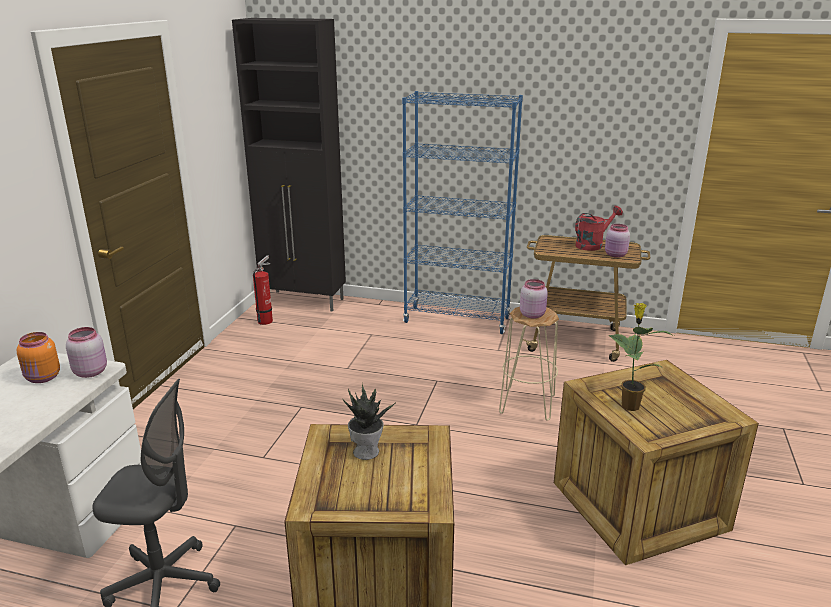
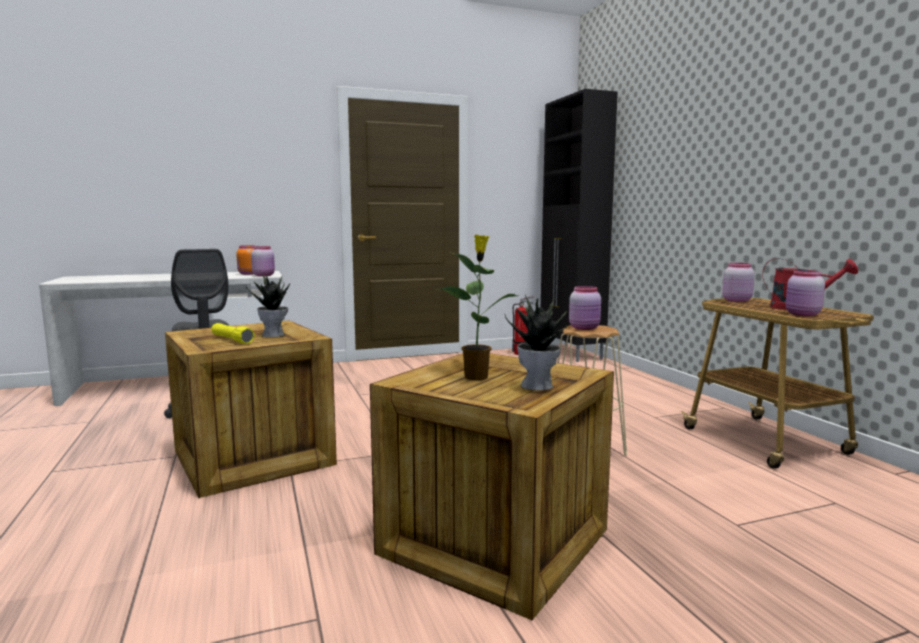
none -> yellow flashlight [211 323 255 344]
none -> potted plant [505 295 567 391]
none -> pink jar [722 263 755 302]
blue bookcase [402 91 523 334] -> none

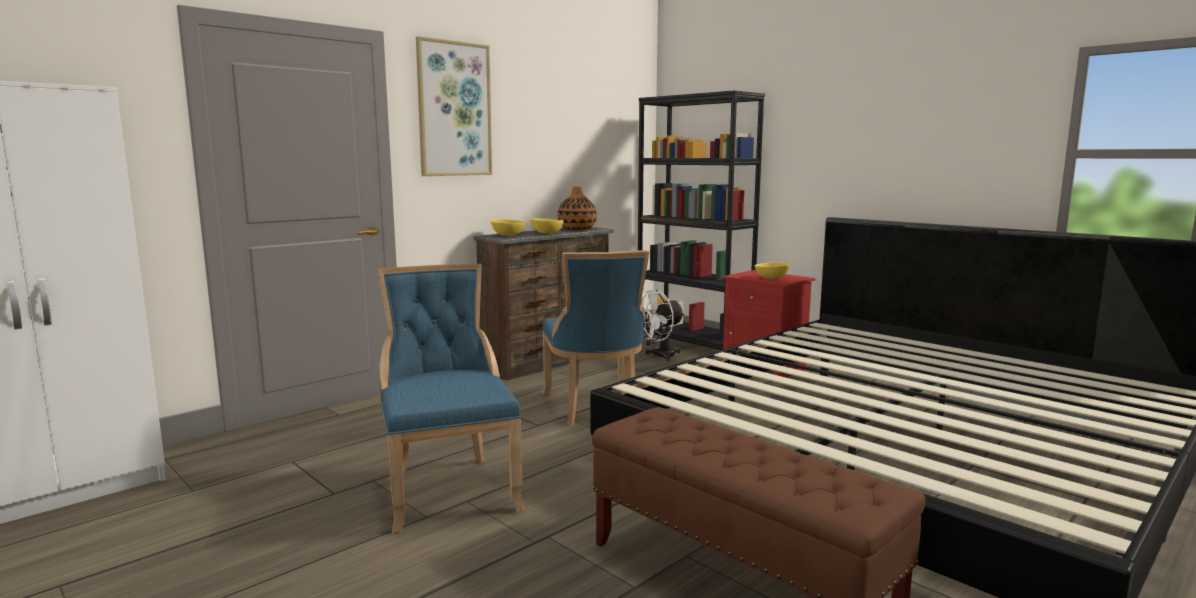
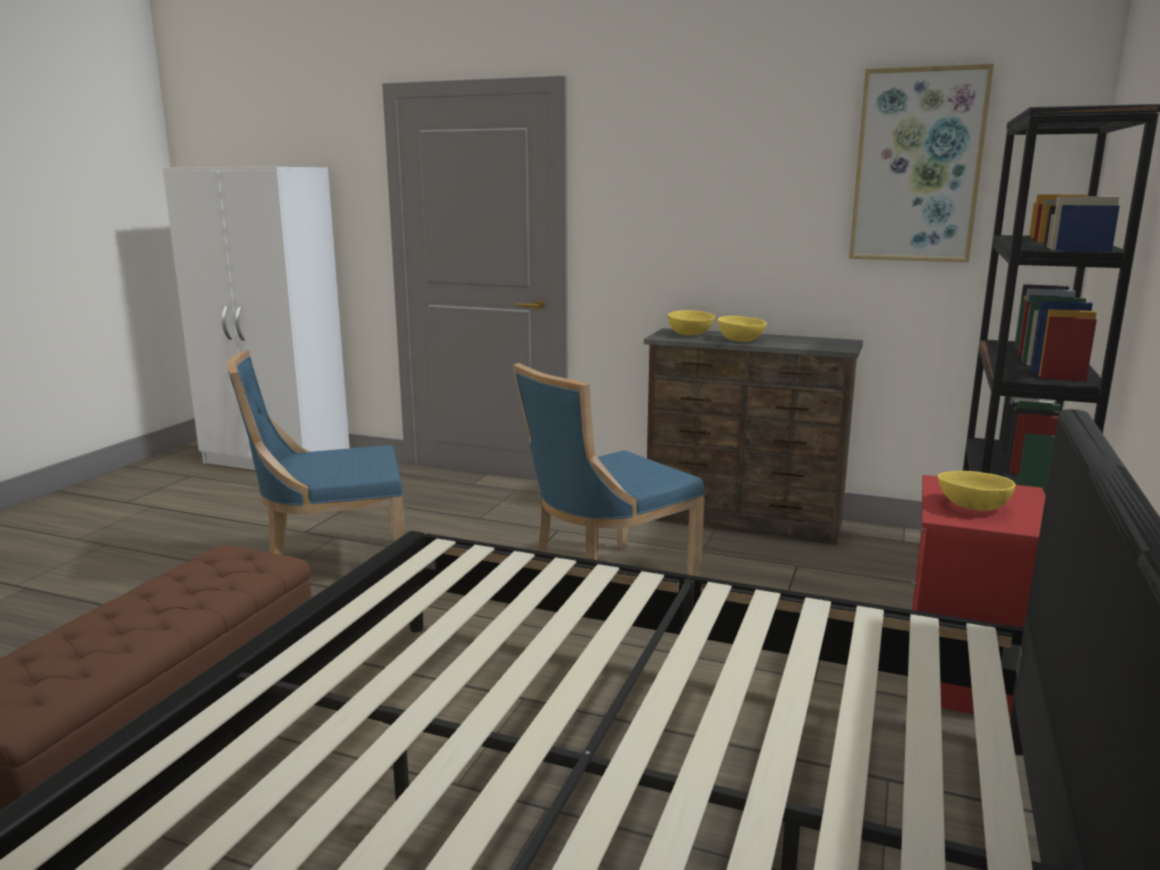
blue chair [378 264 525 533] -> blue chair [227 350 405 555], 150 degrees counterclockwise
picture [416 36 492 176] -> picture [849 63 994 262], moved
vase [558 186 597 230] -> none
white fan [641 290 685 361] -> none

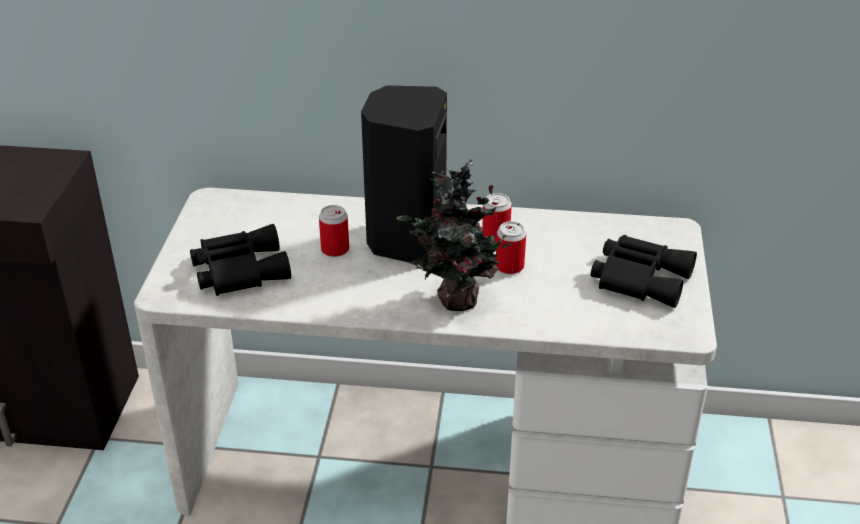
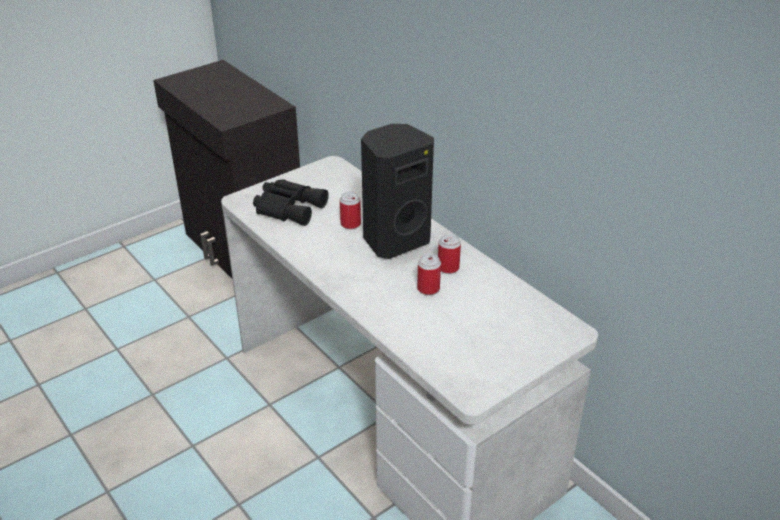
potted plant [396 159 519 311] -> none
black binoculars [591 235 697 308] -> none

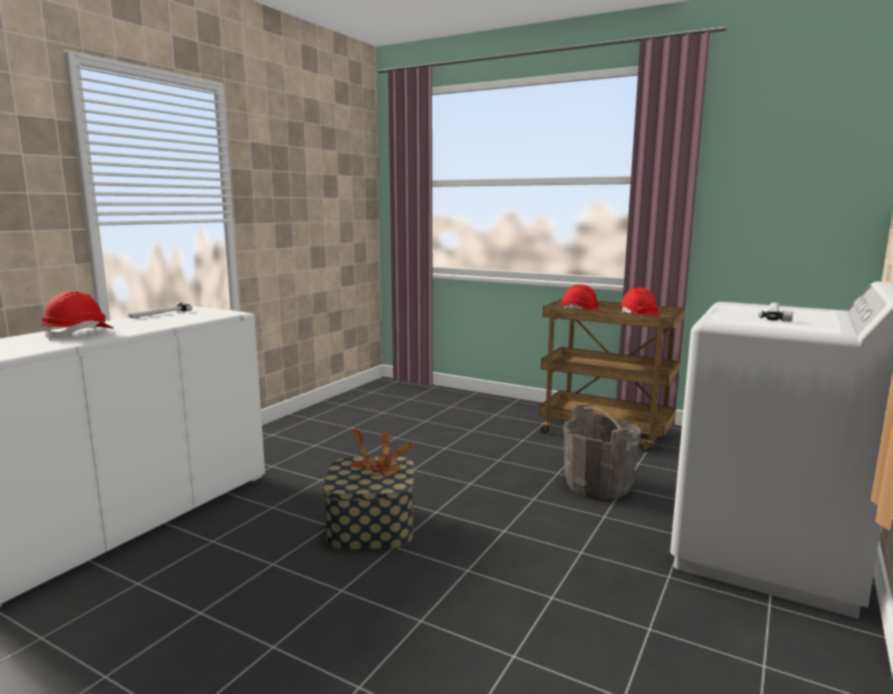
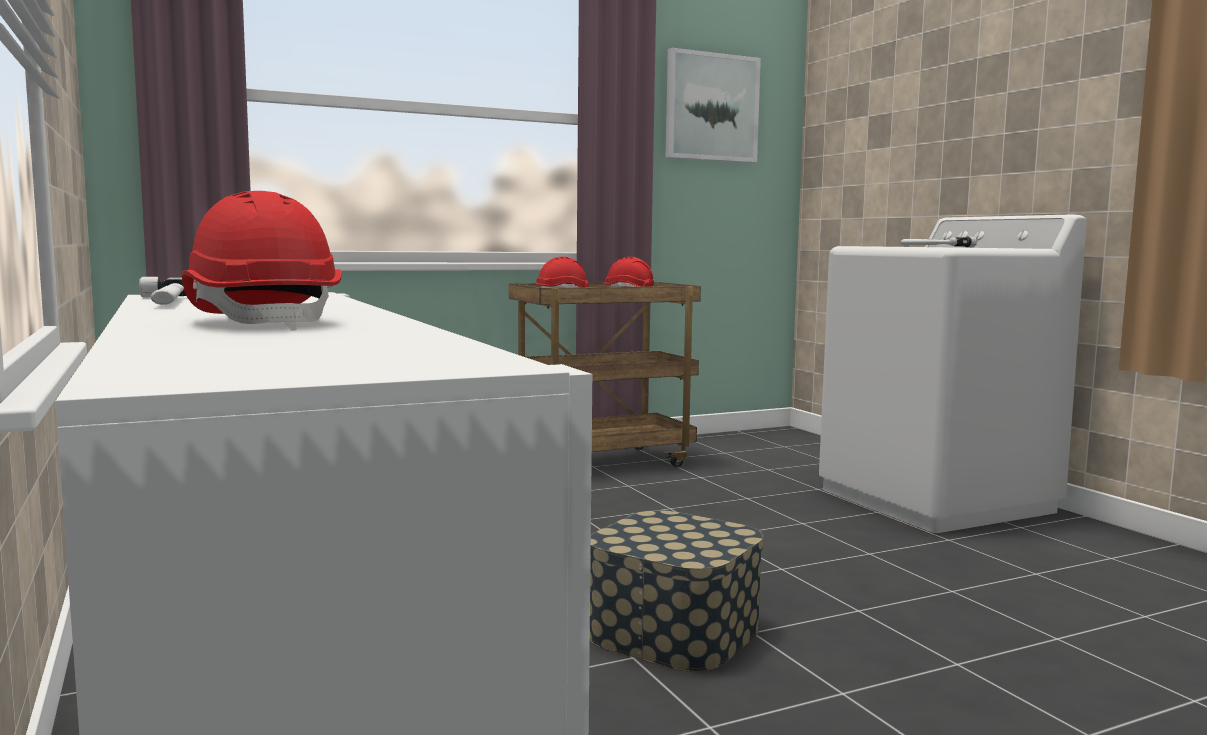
none -> picture [665 48 761 163]
potted plant [350 429 416 477] -> none
grey bucket [563 405 641 499] -> none

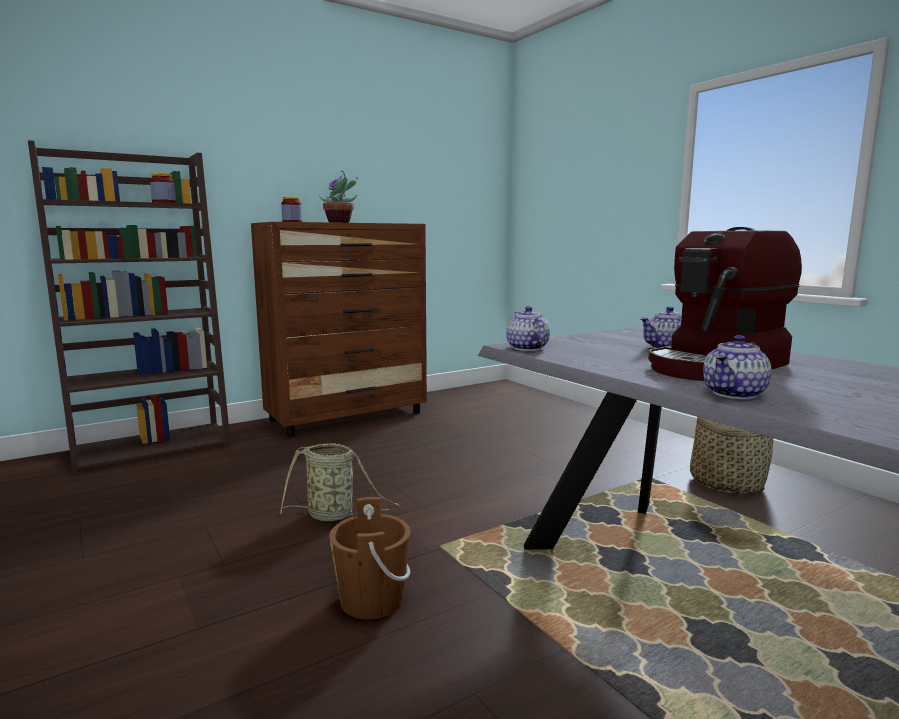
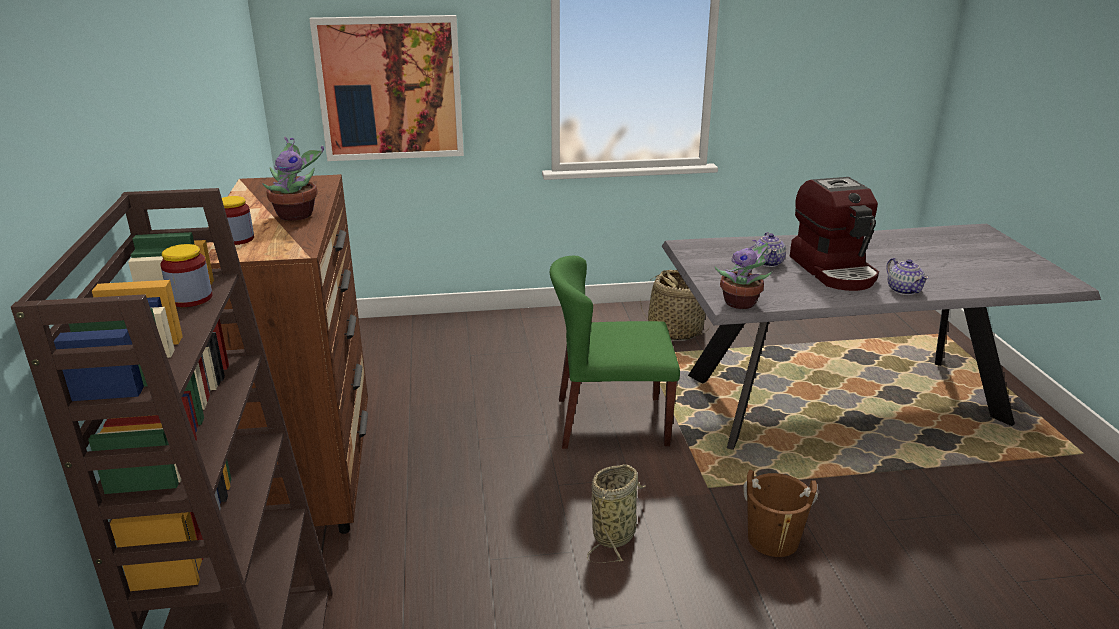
none -> picture [309 15 464 161]
none -> green chair [550 255 680 449]
teapot [506 306 550 351] -> potted plant [714 237 772 309]

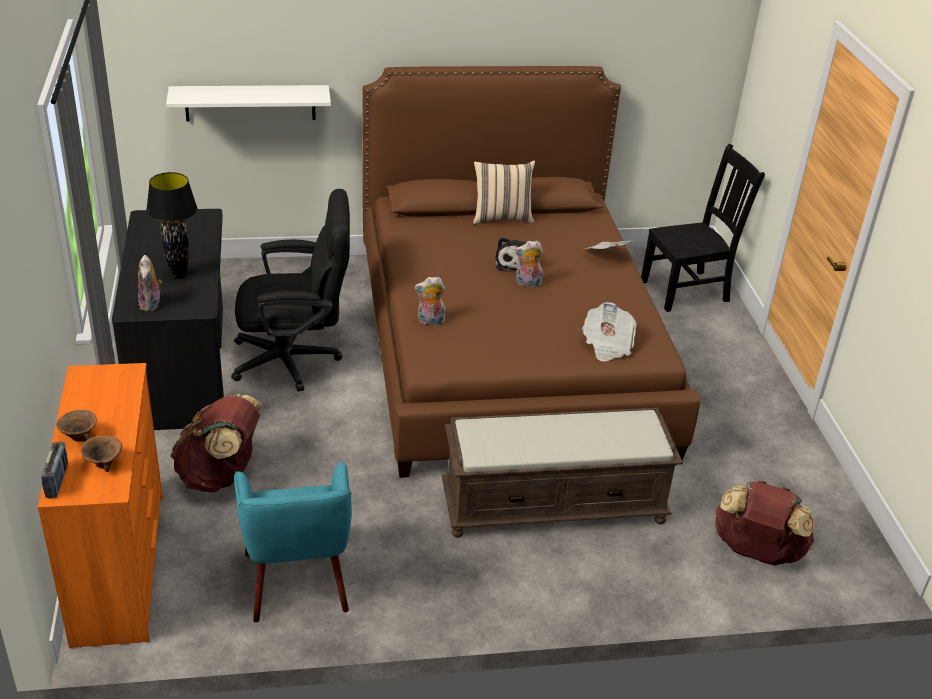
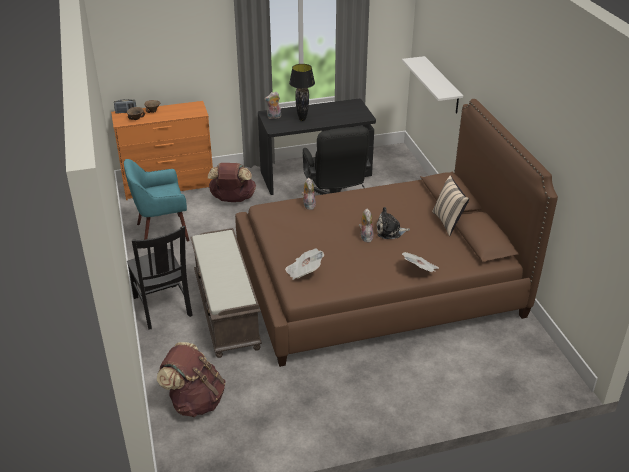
black chair [641 144 765 312] -> black chair [127 226 193 330], moved

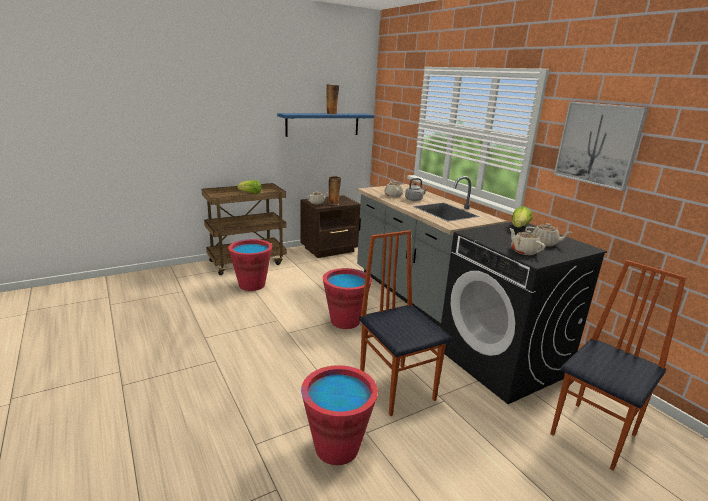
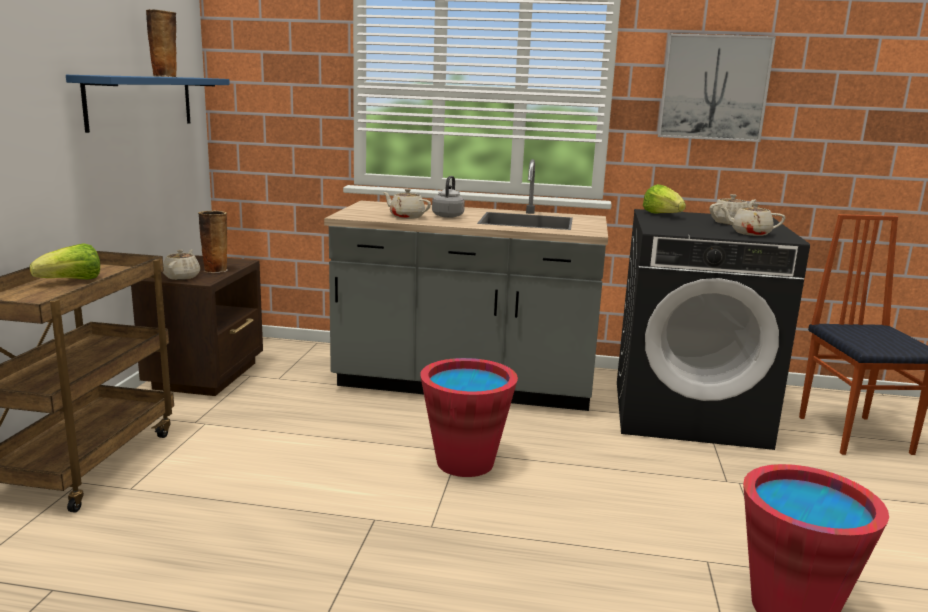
red bucket [228 239 272 291] -> none
chair [359 230 452 416] -> none

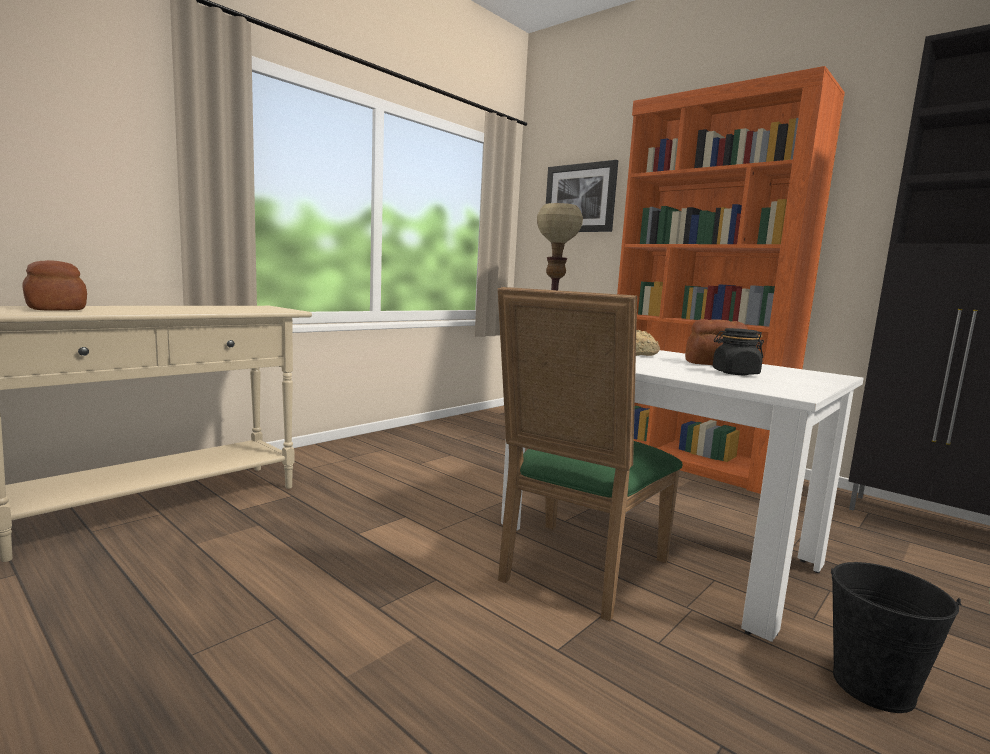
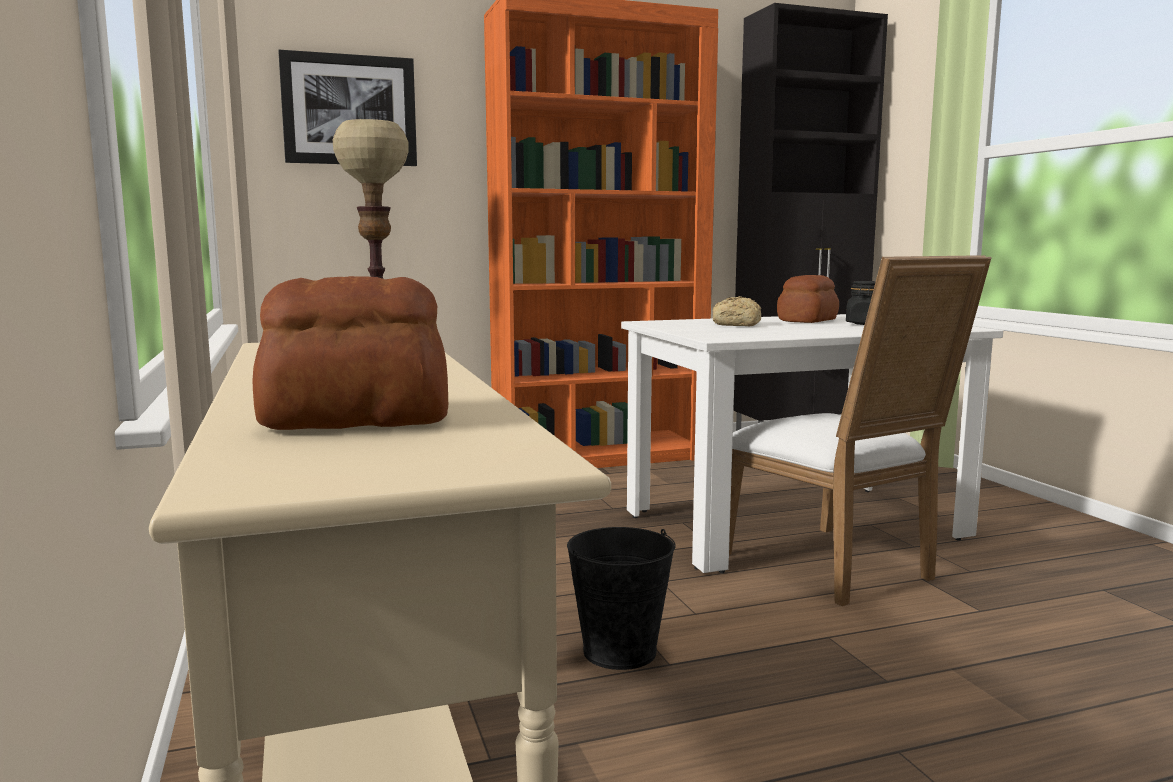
black bucket [831 562 961 713] -> black bucket [567 527 676 670], moved
green chair [498 287 683 621] -> white chair [729 255 992 606]

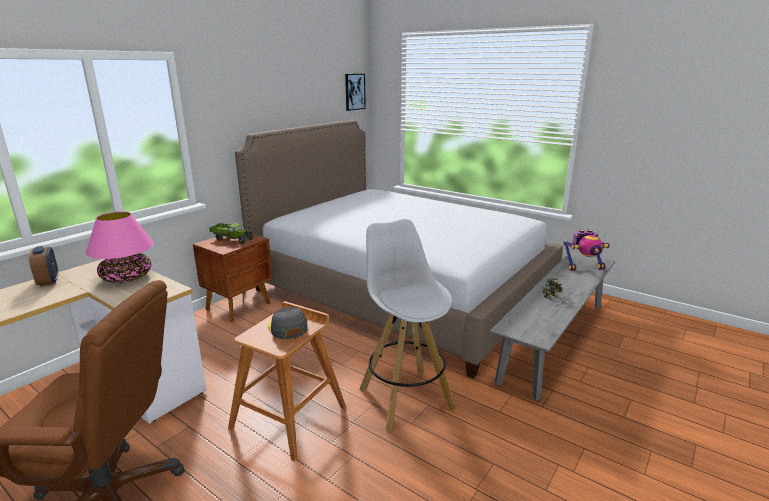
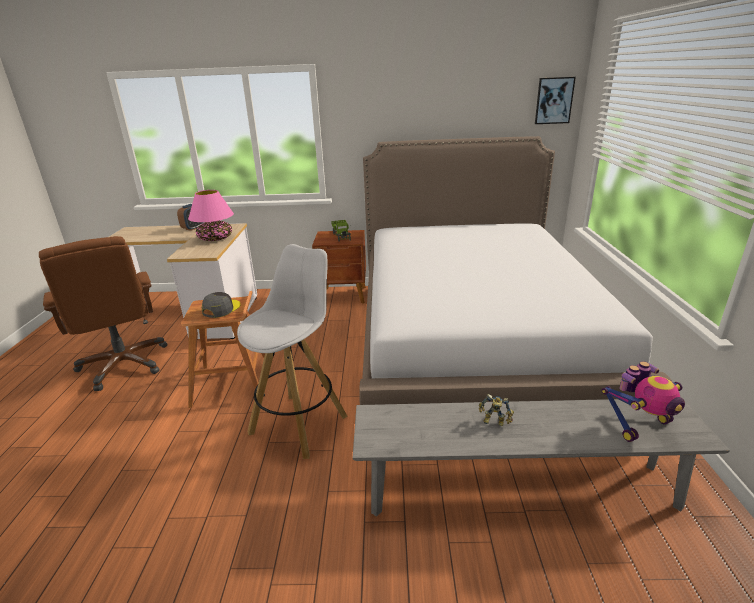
toy robot [563 229 610 271] -> toy robot [602 361 685 442], 75 degrees counterclockwise

